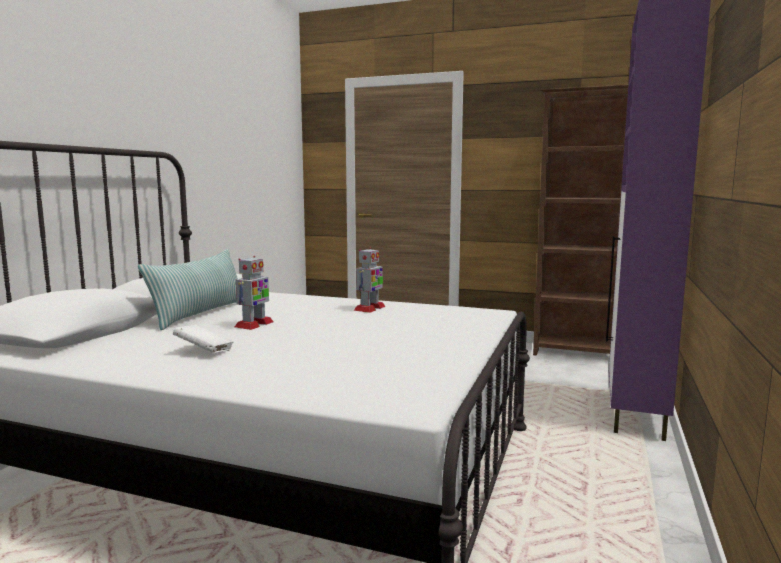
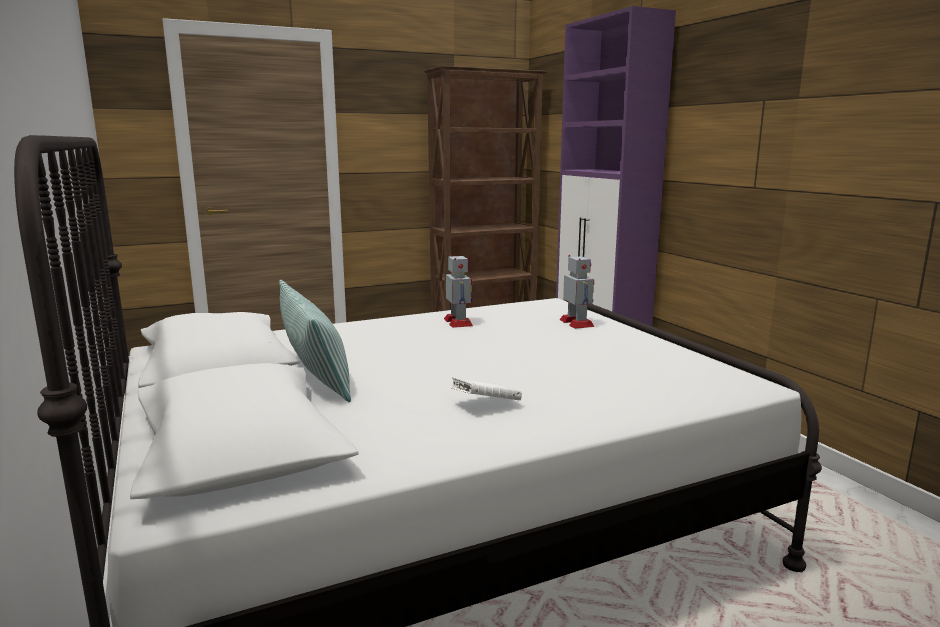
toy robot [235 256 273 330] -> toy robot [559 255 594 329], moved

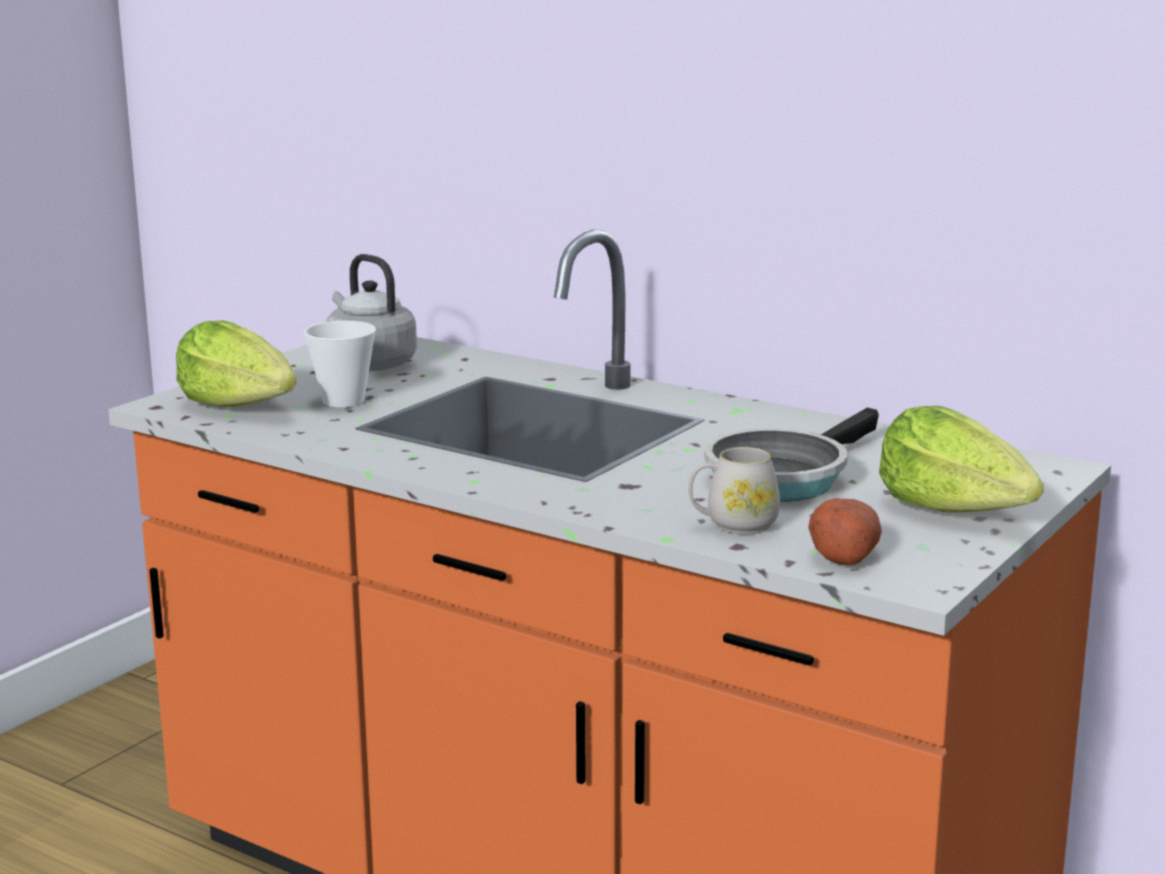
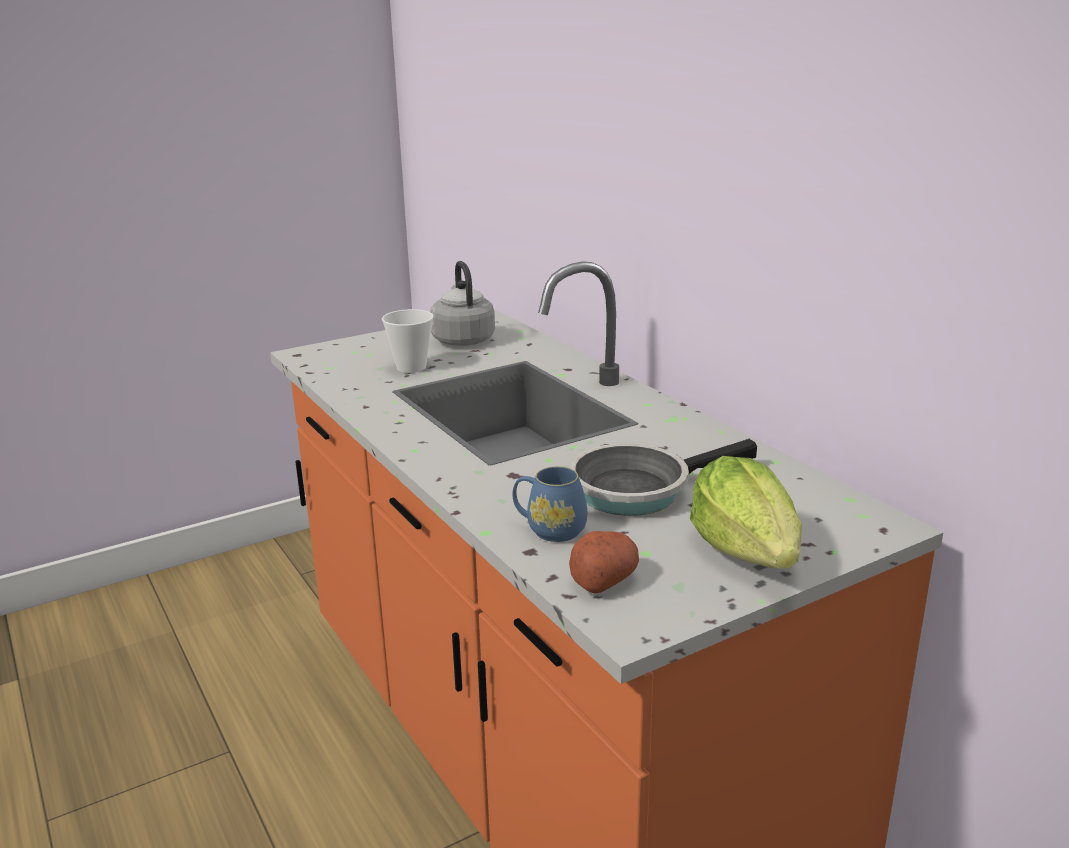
white mug [689 447 780 534] -> blue mug [513 466 587 542]
lettuce [176 321 297 408] -> none

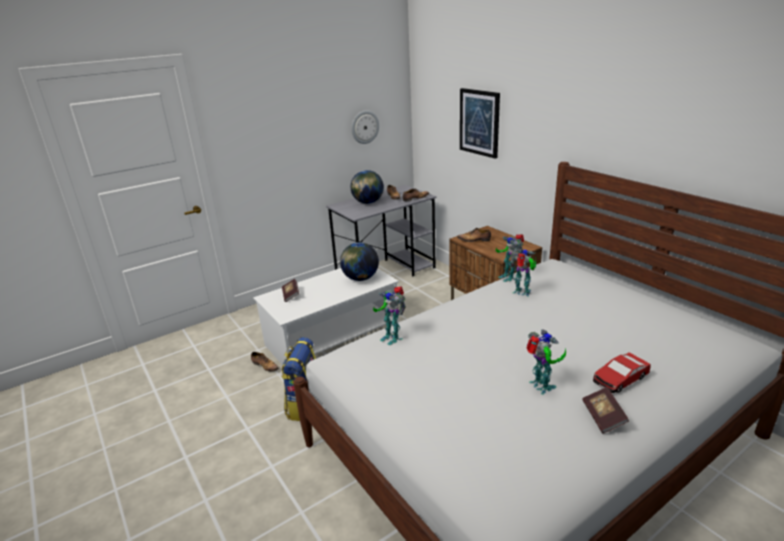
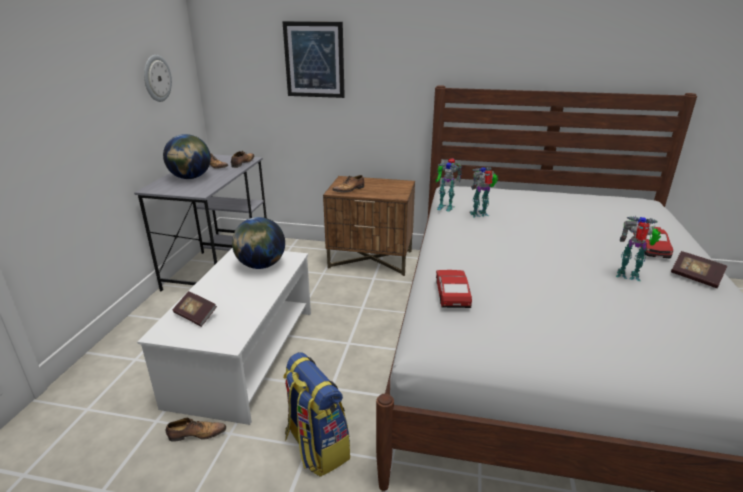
toy robot [373 286 406 345] -> toy car [436 270 472 308]

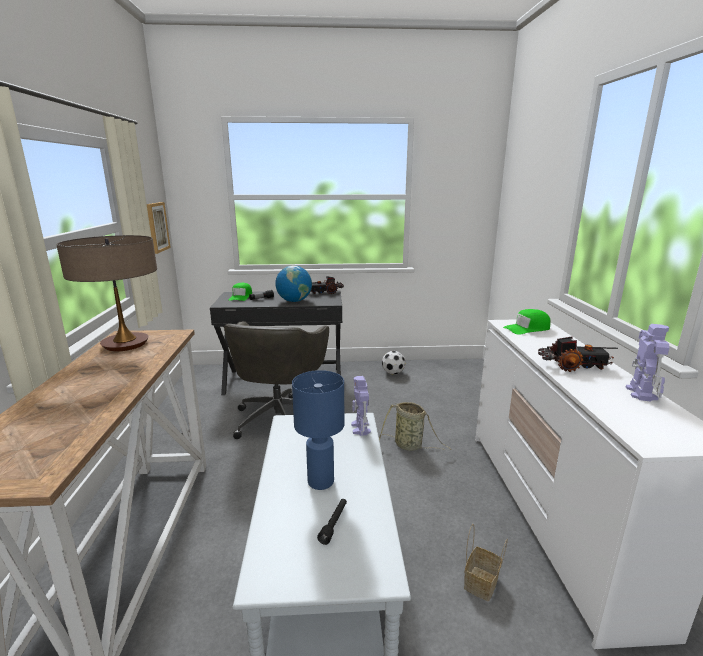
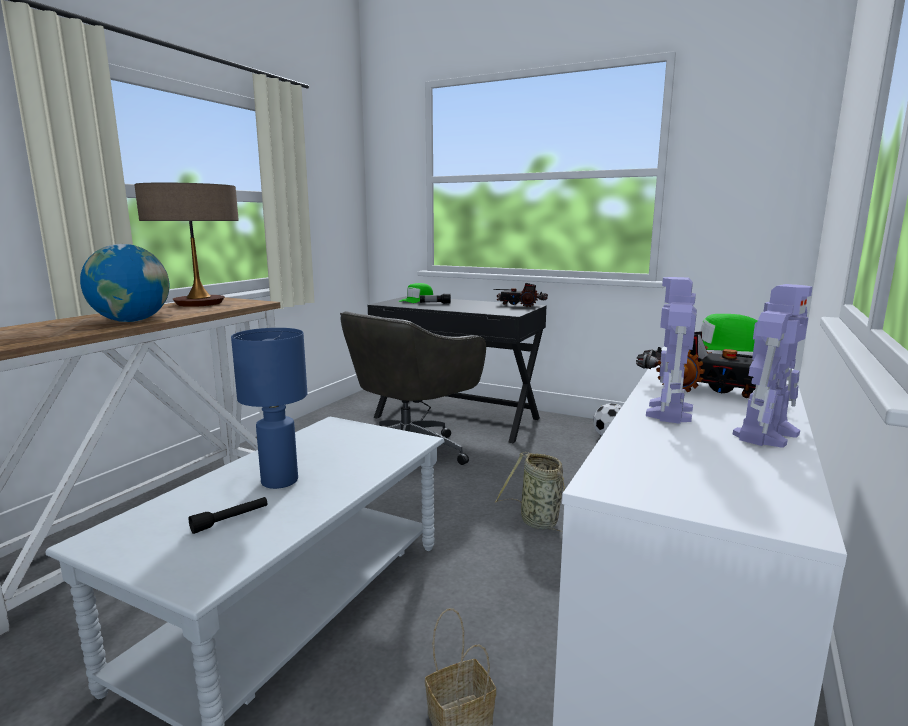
globe [276 265 312 302] -> globe [80 244 170 322], moved
toy robot [351 376 371 436] -> toy robot [646 277 697 424], moved
picture [147 202 171 254] -> none

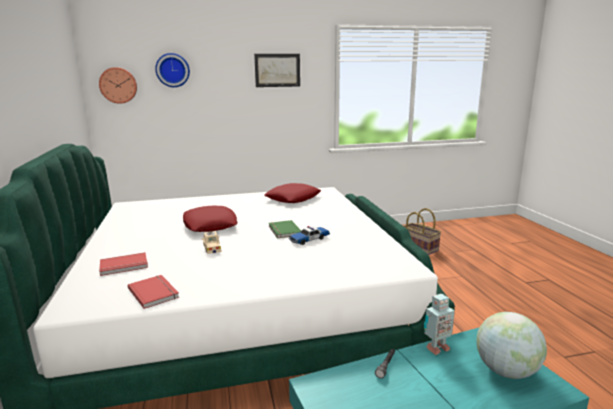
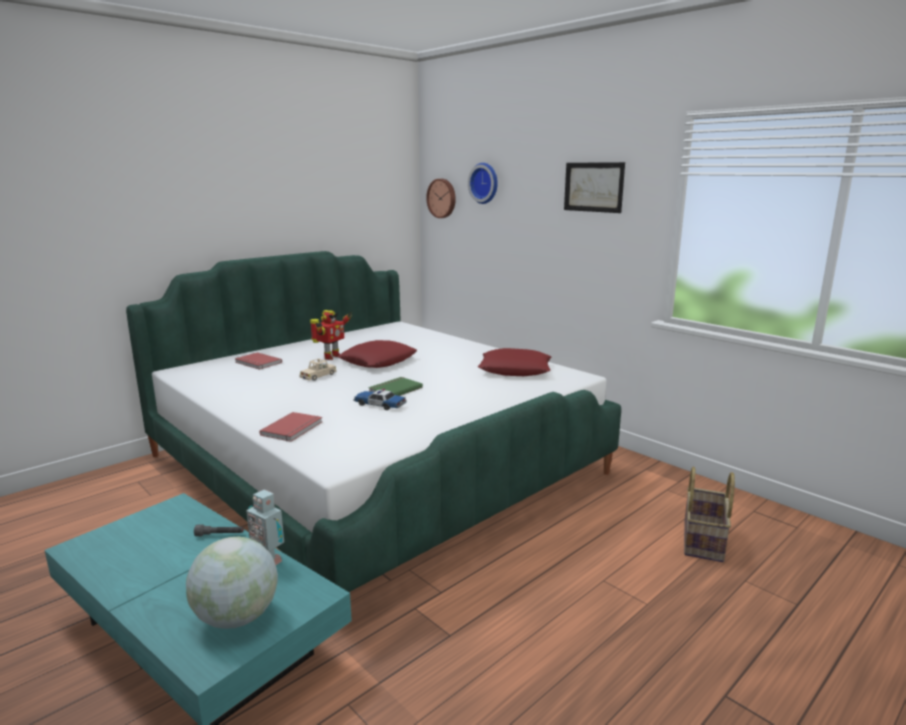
red book [128 275 179 309] -> red book [260 412 322 442], moved
none -> toy robot [310 310 352 360]

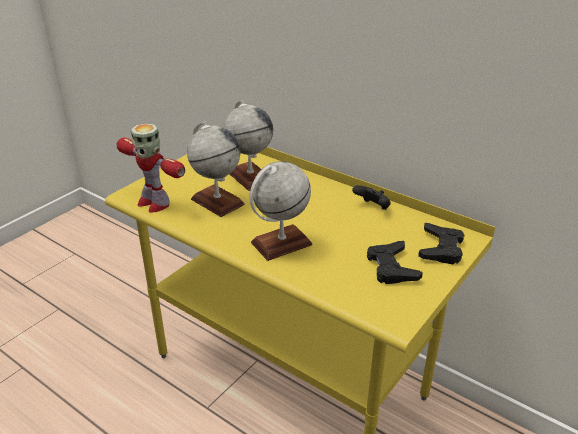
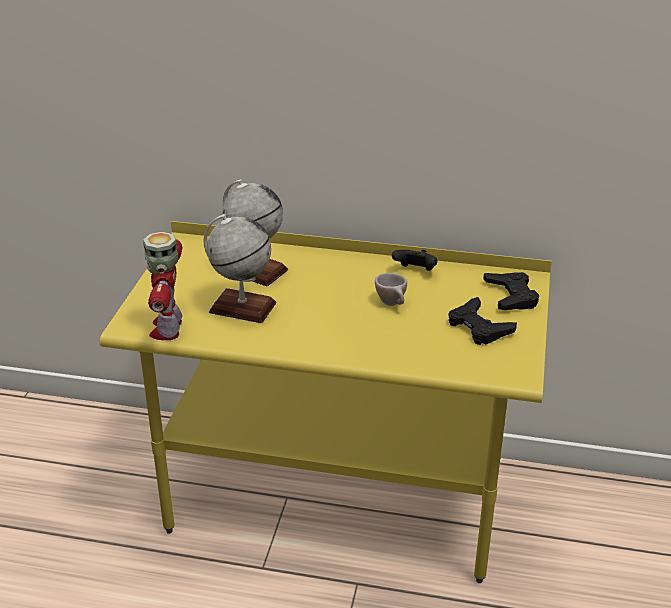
toy robot [117 123 185 213] -> toy robot [143 232 183 341], 75 degrees clockwise
none -> beige cup [375 273 407 306]
globe [249 161 313 261] -> none

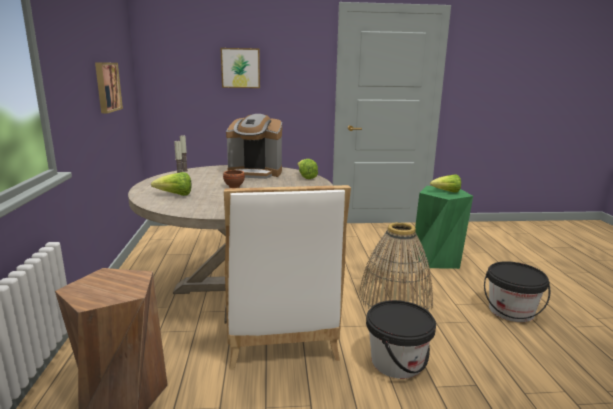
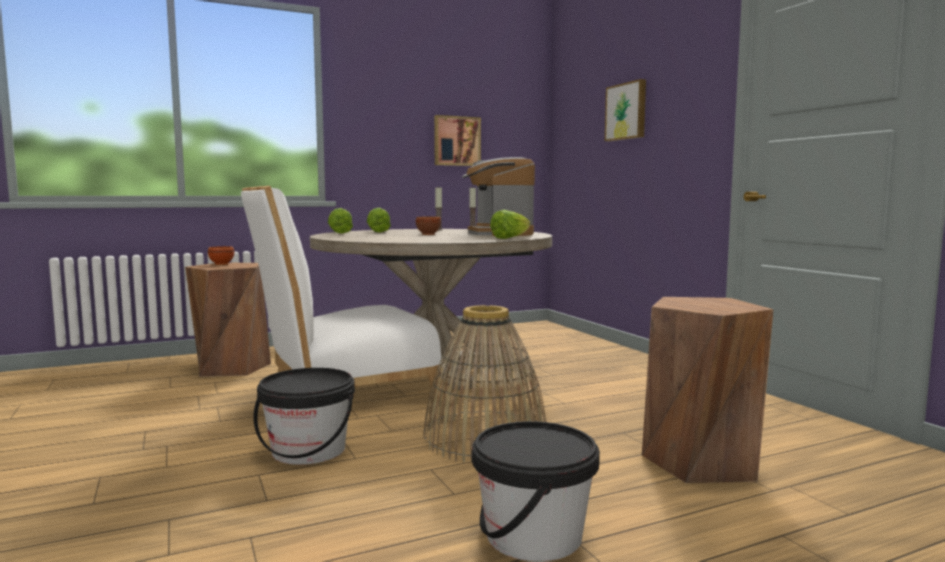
none -> brown bowl [208 246 234 265]
lettuce [430 174 461 193] -> lettuce [328 208 353 234], moved
green stool [413 186 473 269] -> brown stool [642 297 773 483]

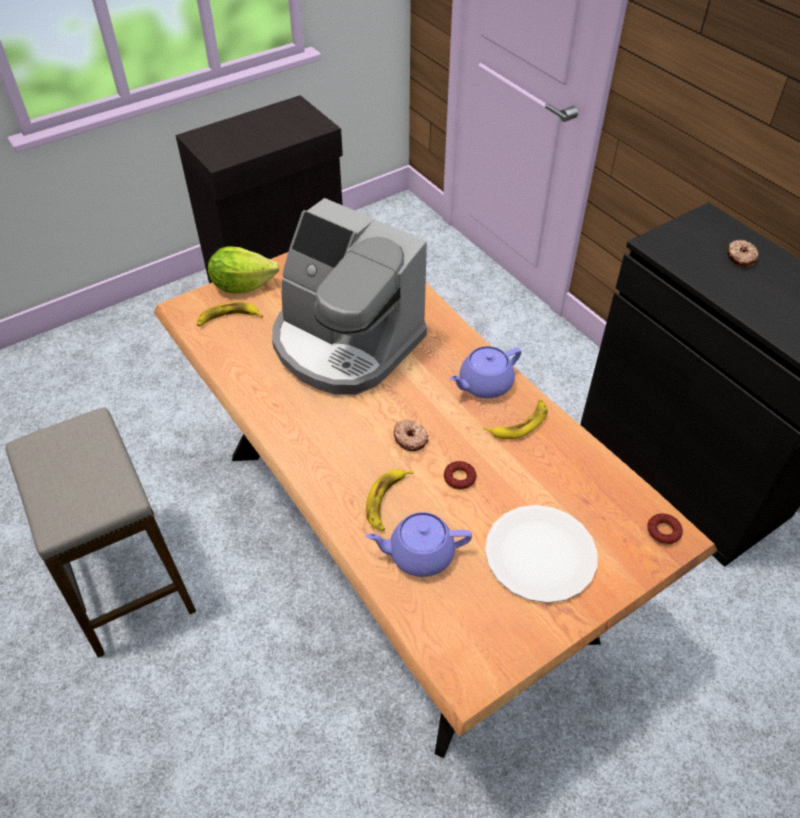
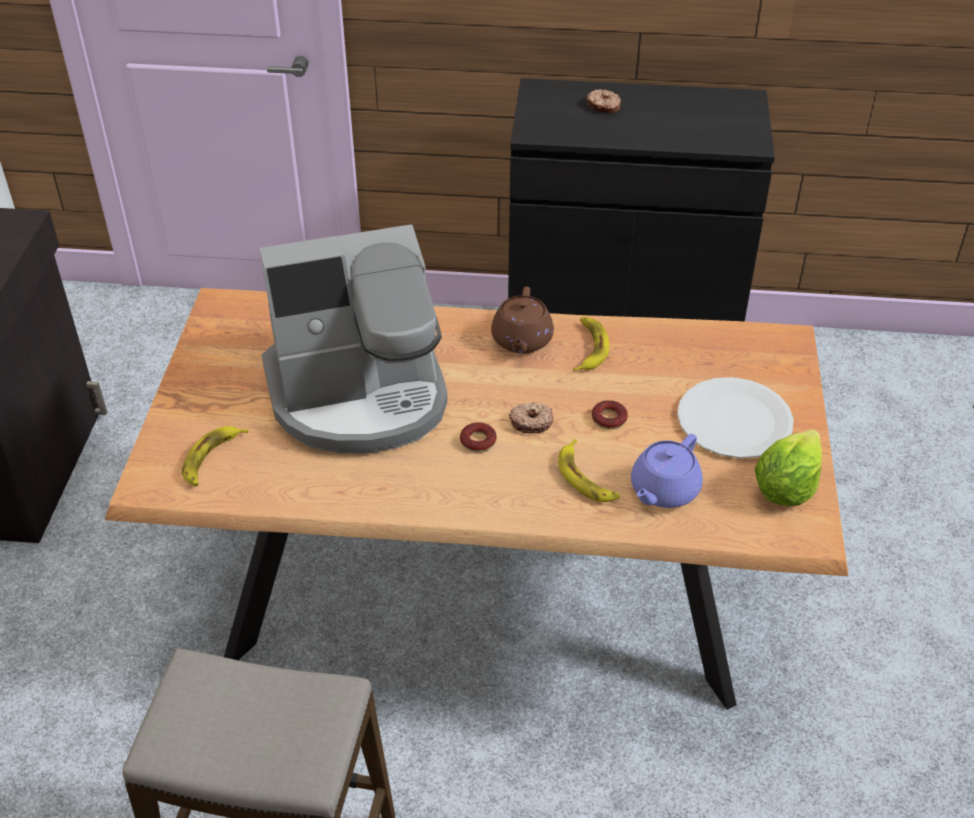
donut [647 513 683 545] -> donut [460 422 497 453], moved
purple teapot [450 346 521 398] -> brown teapot [491 287 554 354]
lettuce [208 247 280 294] -> lettuce [754 429 822 506], moved

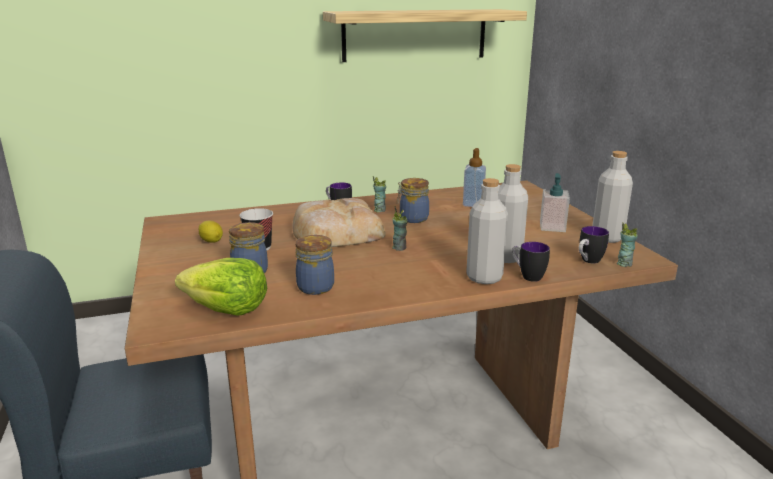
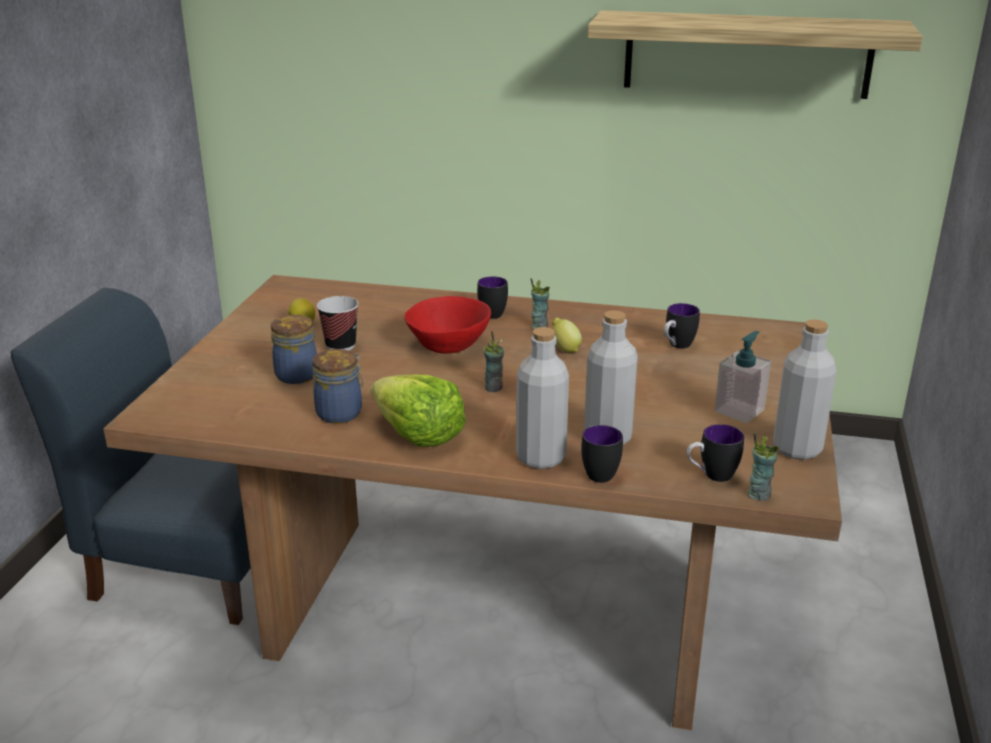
lettuce [175 258 267 316] -> lettuce [371 375 466 447], moved
bread [292 198 386 247] -> red bowl [404 296 491 354]
jar [397 178 429 223] -> lemon [552 318 582 352]
soap dispenser [463 148 486 207] -> mug [664 303 700 348]

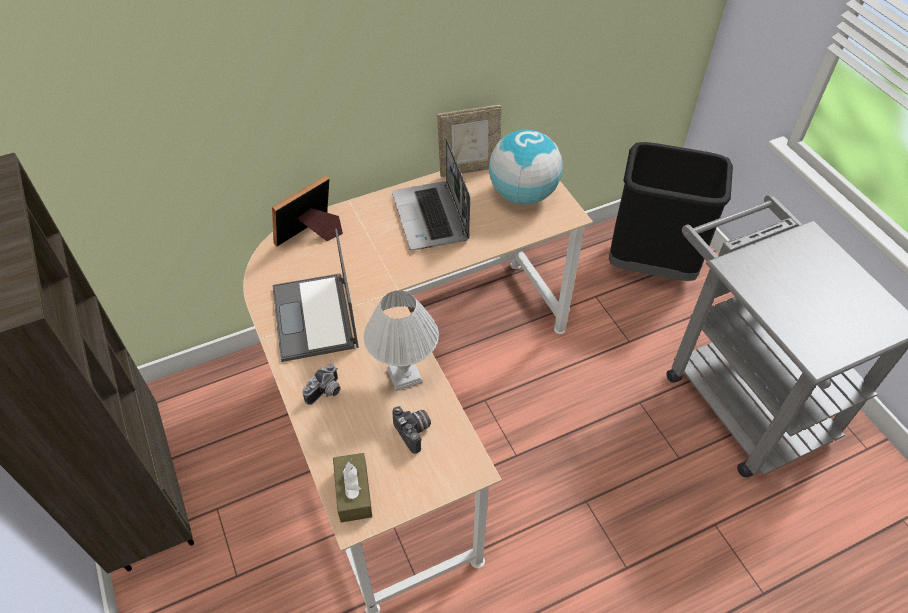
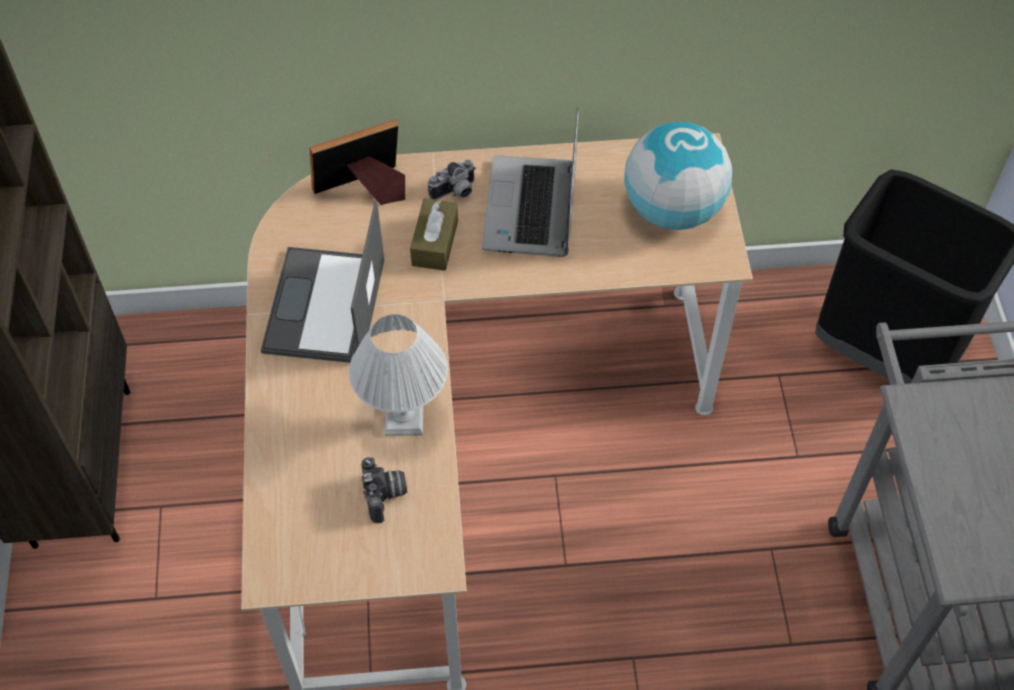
brown tissue box [333 453 372 522] -> brown tissue box [410 199 458 271], moved
photo camera [302 363 341 405] -> photo camera [428 160 476 200], moved
picture frame [437 105 502 177] -> none

